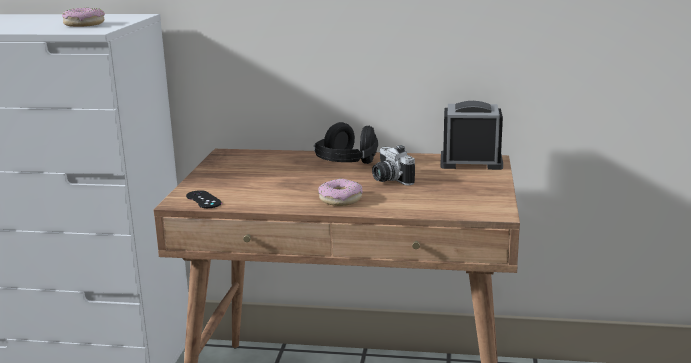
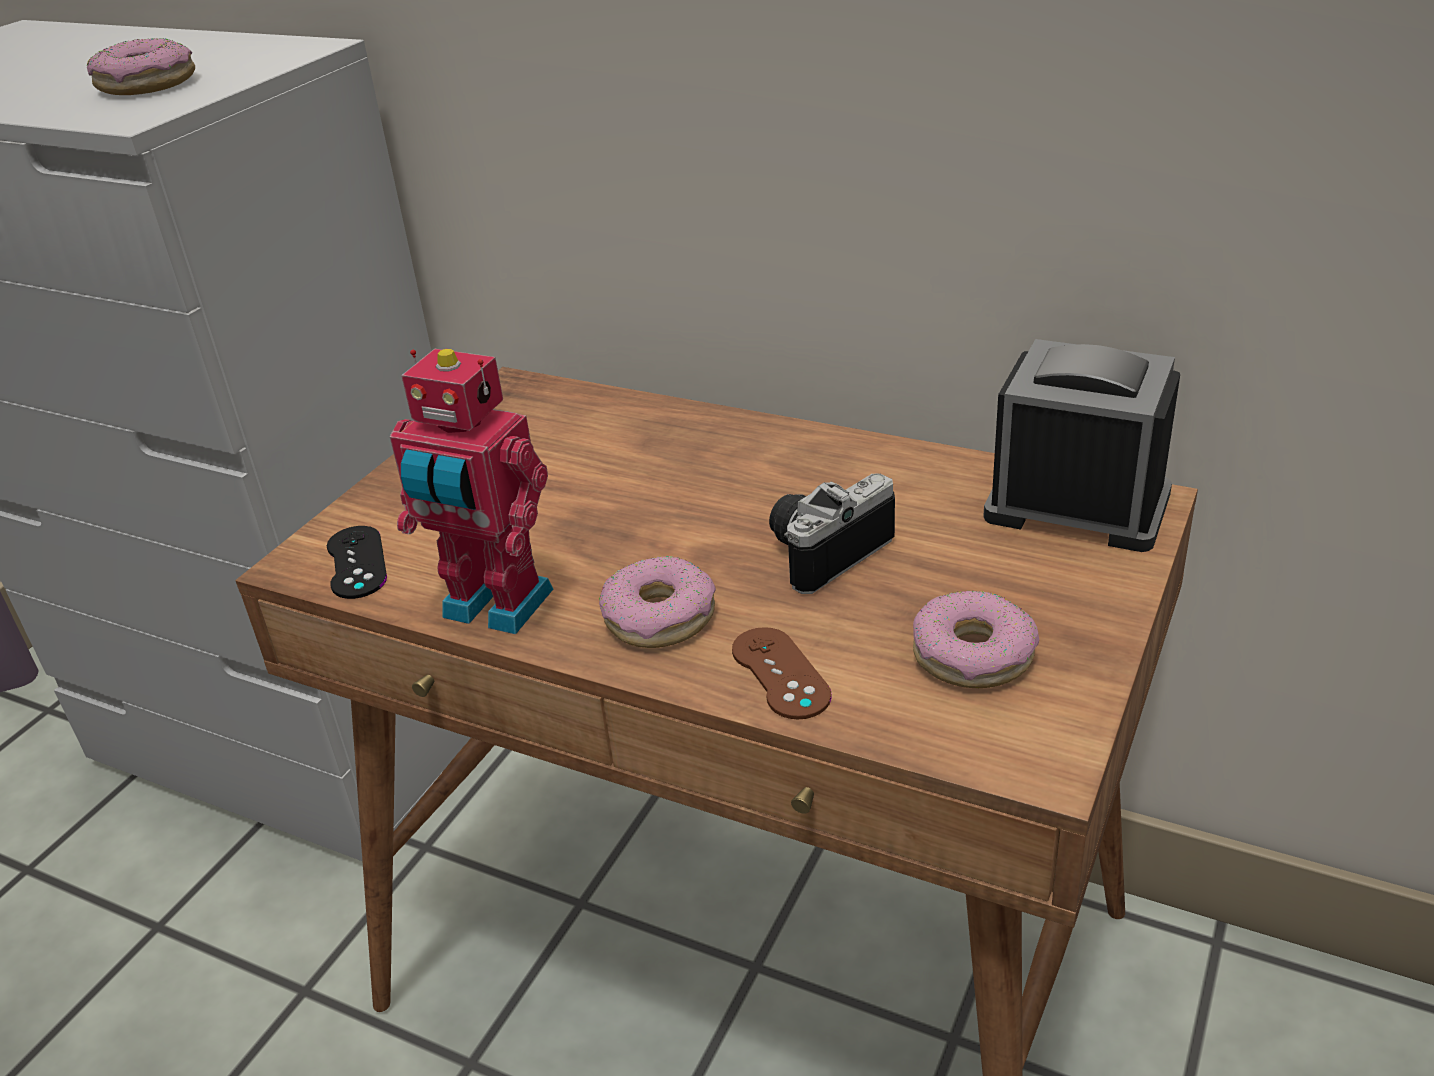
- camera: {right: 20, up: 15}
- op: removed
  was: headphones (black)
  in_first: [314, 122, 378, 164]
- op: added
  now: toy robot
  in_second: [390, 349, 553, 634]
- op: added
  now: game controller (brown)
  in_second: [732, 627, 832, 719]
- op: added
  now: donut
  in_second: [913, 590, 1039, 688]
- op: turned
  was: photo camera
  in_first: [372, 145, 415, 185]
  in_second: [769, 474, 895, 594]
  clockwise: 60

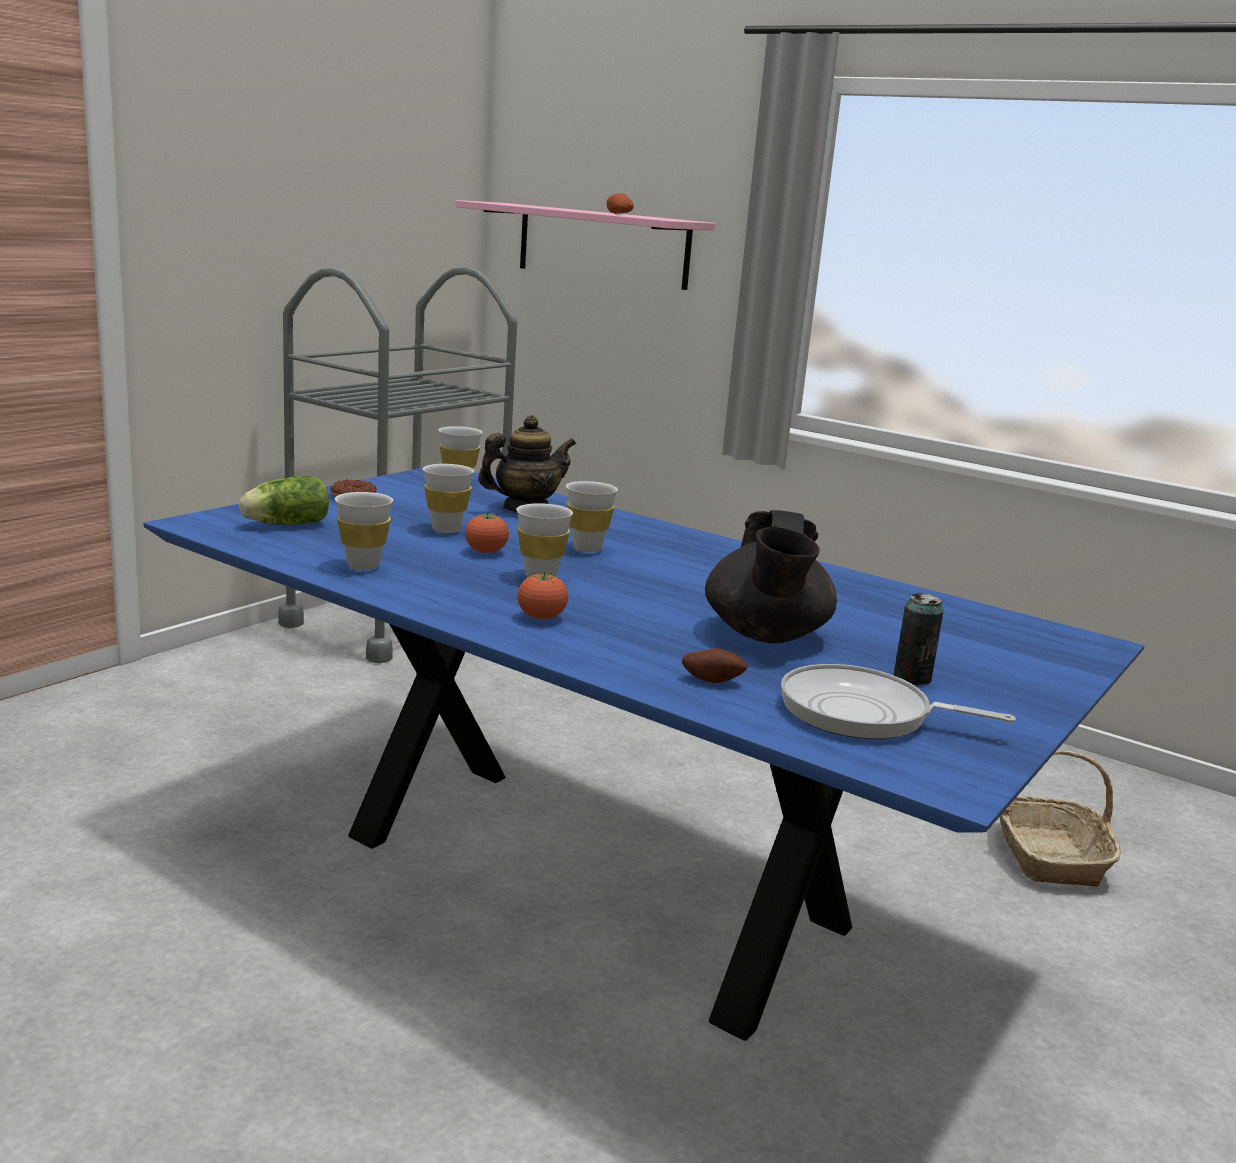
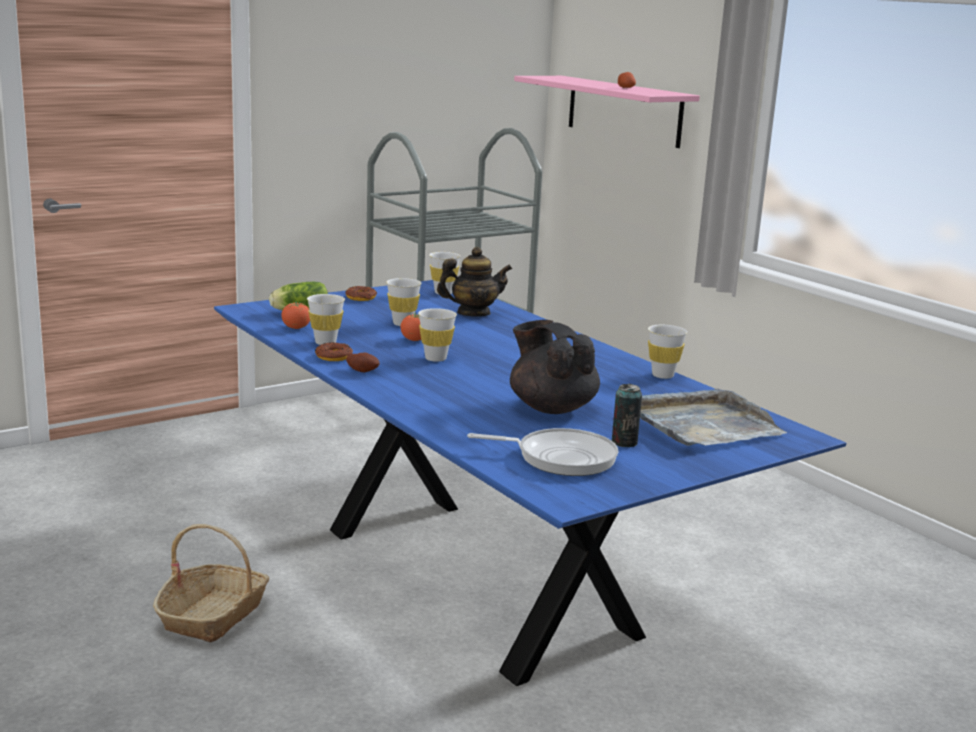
- camera: {right: 20, up: 0}
- op: added
  now: donut
  in_second: [315, 342, 353, 361]
- op: added
  now: tray (grey)
  in_second: [640, 389, 787, 446]
- op: moved
  was: tomato
  in_first: [518, 571, 568, 620]
  in_second: [281, 301, 310, 329]
- op: moved
  was: cup (white)
  in_first: [566, 481, 618, 552]
  in_second: [648, 325, 687, 379]
- op: moved
  was: potato
  in_first: [682, 648, 747, 683]
  in_second: [346, 353, 380, 372]
- op: moved
  was: basket
  in_first: [999, 750, 1121, 887]
  in_second: [153, 524, 269, 642]
- op: turned
  was: teapot (black)
  in_first: [705, 510, 837, 643]
  in_second: [510, 320, 600, 414]
  clockwise: 120
- op: turned
  was: frying pan
  in_first: [781, 664, 1016, 739]
  in_second: [467, 428, 618, 476]
  clockwise: 150

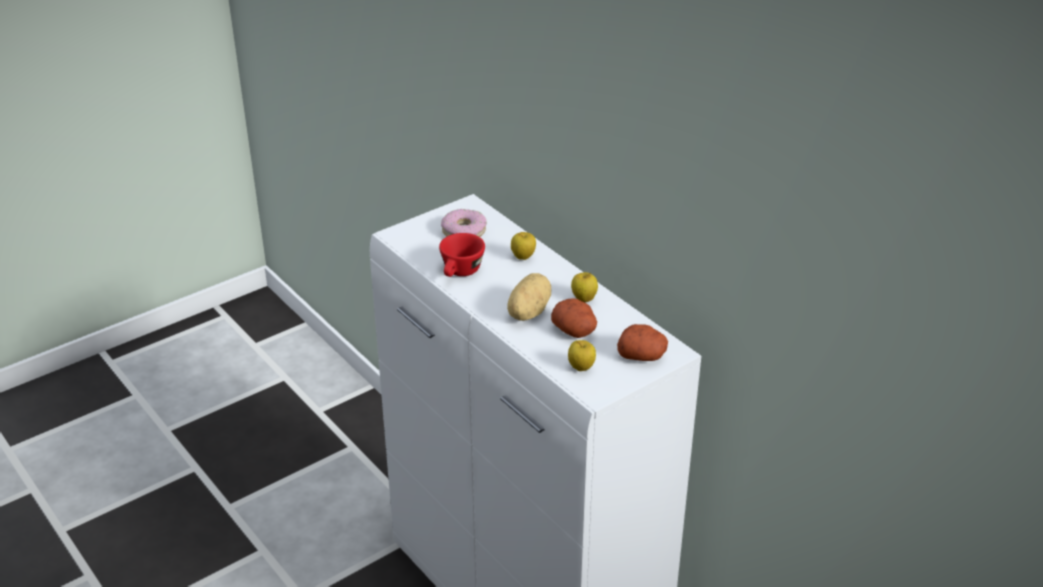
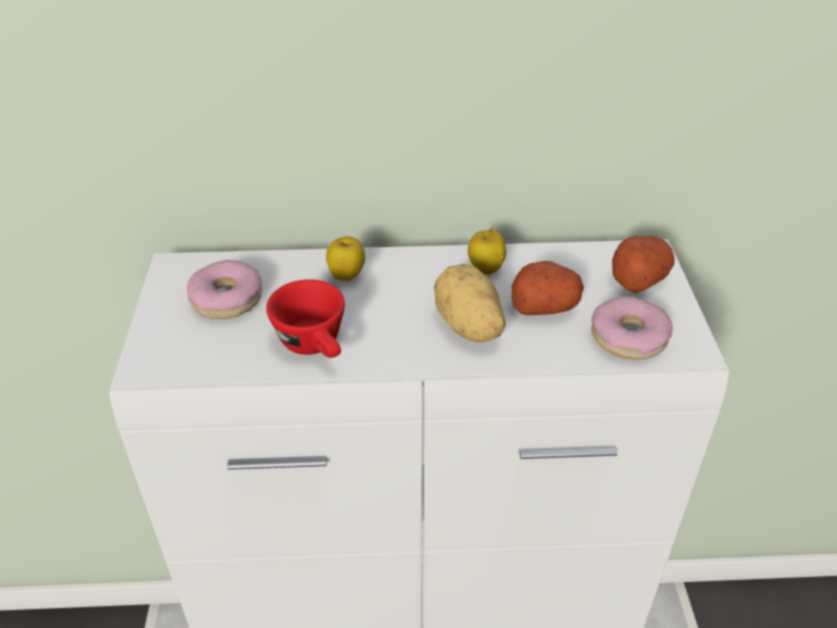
- camera: {right: -55, up: 5}
- op: replaced
  was: apple
  now: donut
  in_first: [568, 340, 596, 371]
  in_second: [591, 296, 673, 360]

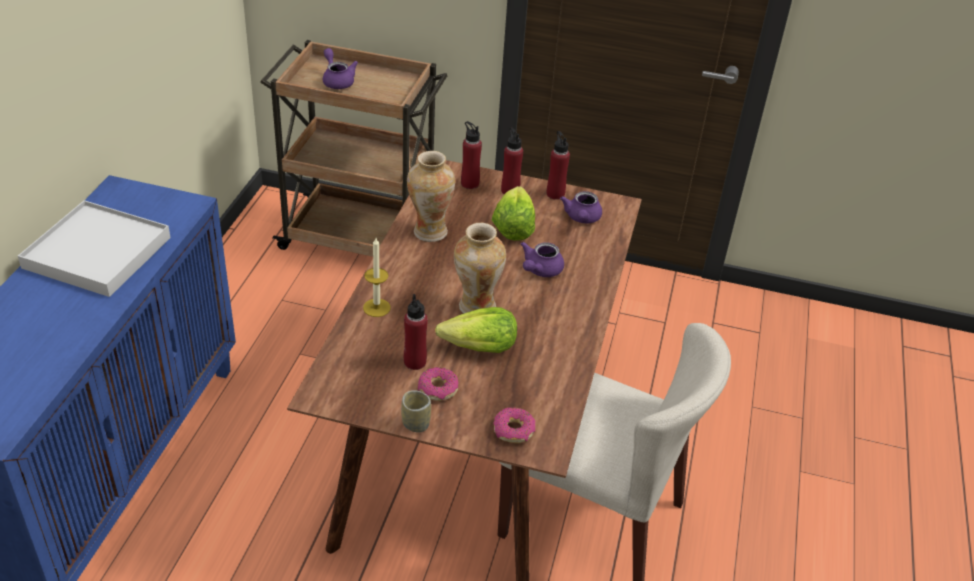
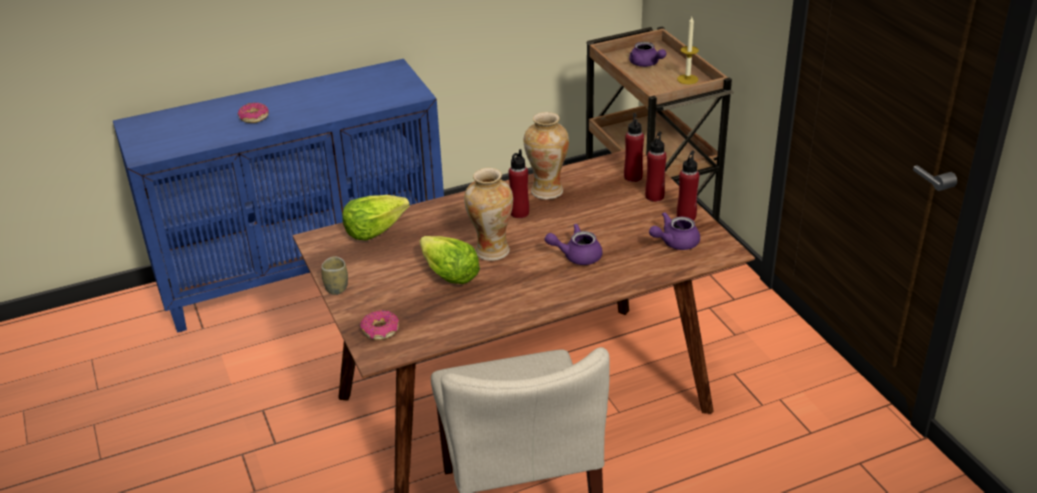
- camera: {right: 55, up: -5}
- op: removed
  was: tray (white)
  in_first: [18, 200, 170, 297]
- op: moved
  was: candle
  in_first: [363, 238, 391, 317]
  in_second: [677, 17, 699, 84]
- op: moved
  was: bottle (red)
  in_first: [404, 294, 428, 370]
  in_second: [509, 149, 529, 218]
- op: moved
  was: donut
  in_first: [418, 367, 458, 401]
  in_second: [238, 103, 269, 123]
- op: moved
  was: lettuce
  in_first: [492, 186, 535, 241]
  in_second: [342, 195, 410, 241]
- op: turned
  was: teapot (purple)
  in_first: [323, 48, 358, 89]
  in_second: [629, 42, 666, 67]
  clockwise: 120

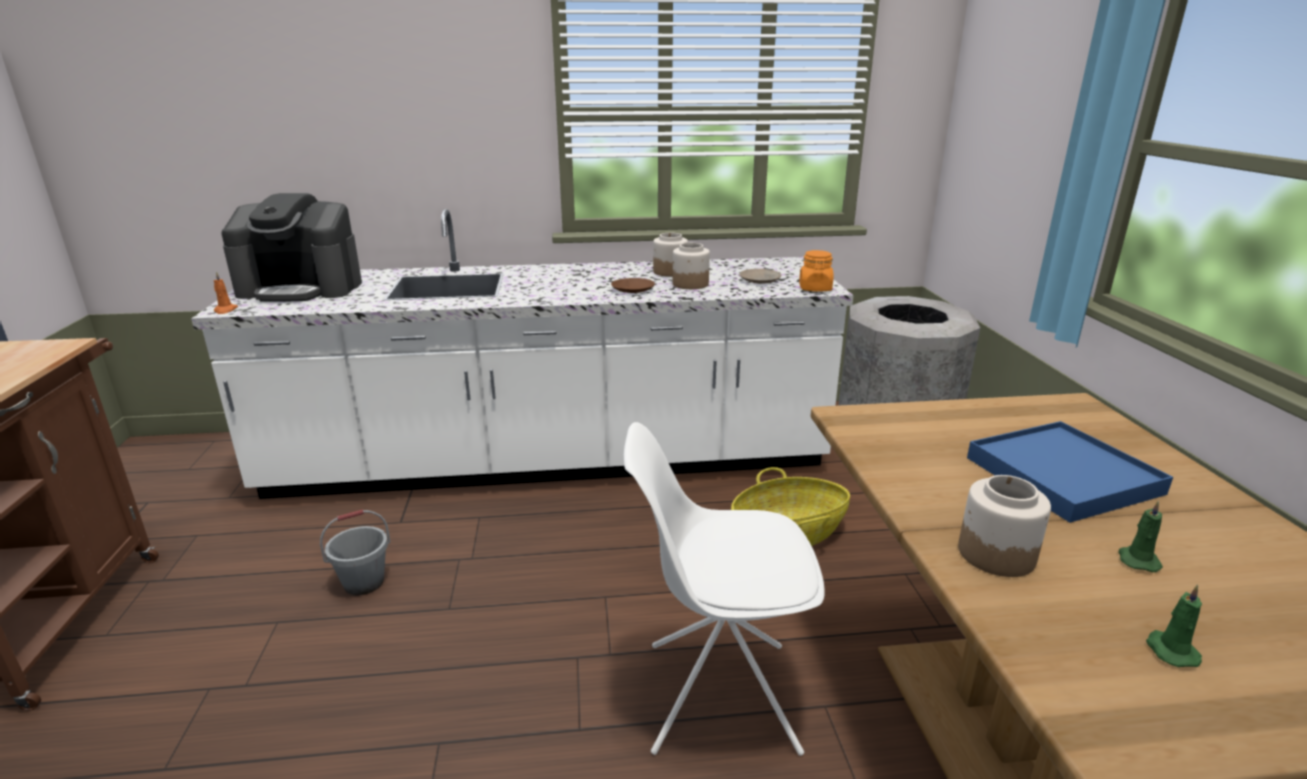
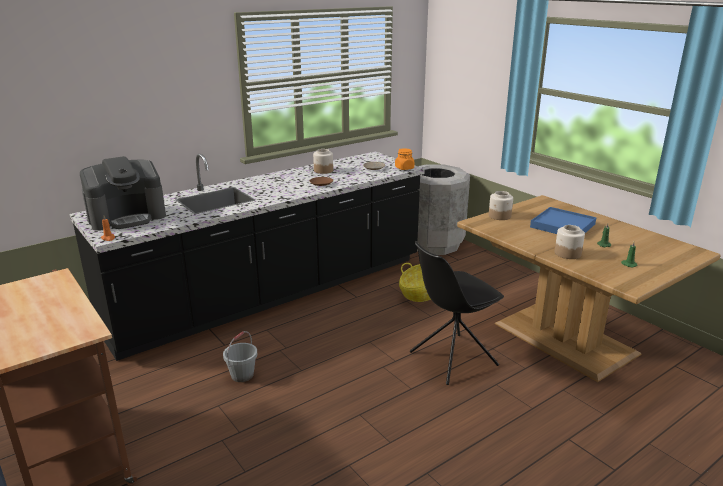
- camera: {right: -30, up: 0}
- op: moved
  was: jar
  in_first: [673, 243, 710, 289]
  in_second: [489, 191, 513, 220]
- op: recoloured
  was: counter (white)
  now: counter (black)
  in_first: [191, 209, 854, 499]
  in_second: [69, 151, 425, 361]
- op: recoloured
  was: chair (white)
  now: chair (black)
  in_first: [624, 422, 825, 756]
  in_second: [410, 241, 504, 385]

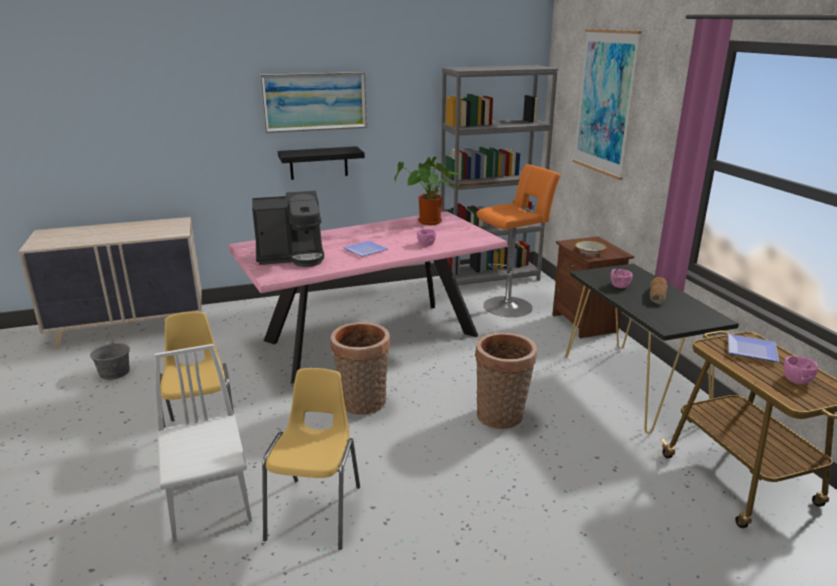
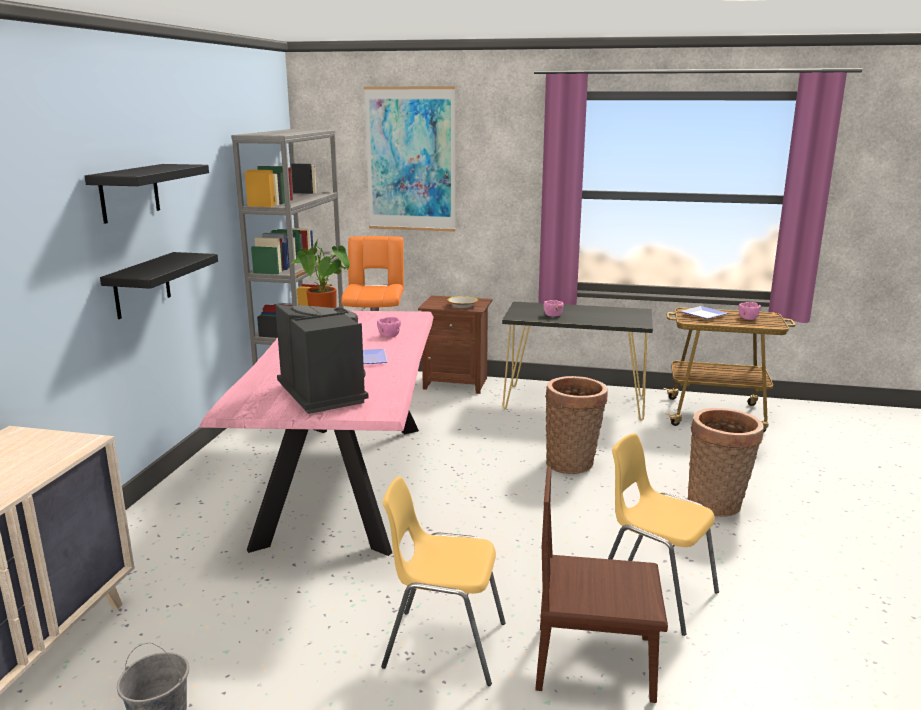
- camera: {right: -60, up: -5}
- op: removed
  was: bread
  in_first: [650, 277, 668, 305]
- op: moved
  was: basket
  in_first: [331, 322, 390, 415]
  in_second: [687, 408, 764, 517]
- op: replaced
  was: picture
  now: shelf (black)
  in_first: [260, 72, 367, 133]
  in_second: [85, 164, 209, 224]
- op: recoloured
  was: chair (white)
  now: chair (brown)
  in_first: [154, 344, 252, 542]
  in_second: [536, 467, 668, 703]
- op: turned
  was: coffee machine
  in_first: [252, 191, 324, 267]
  in_second: [276, 305, 368, 414]
  clockwise: -45

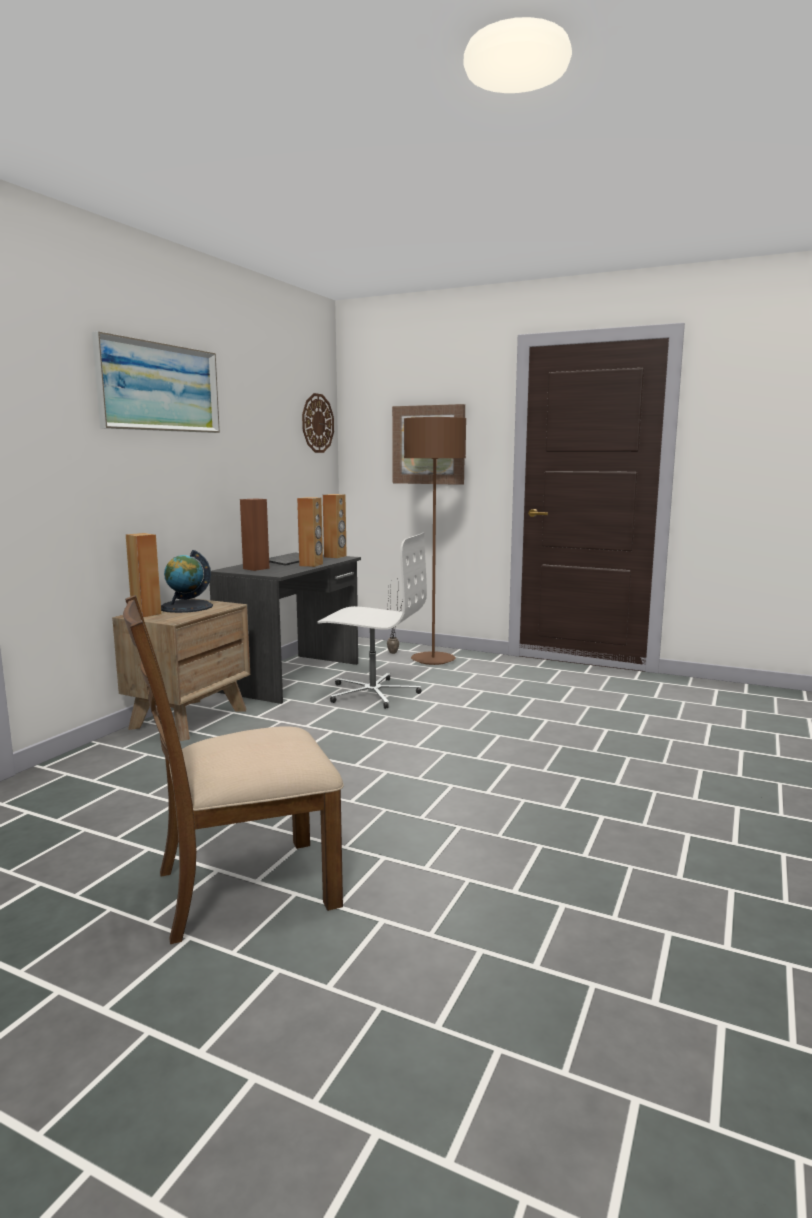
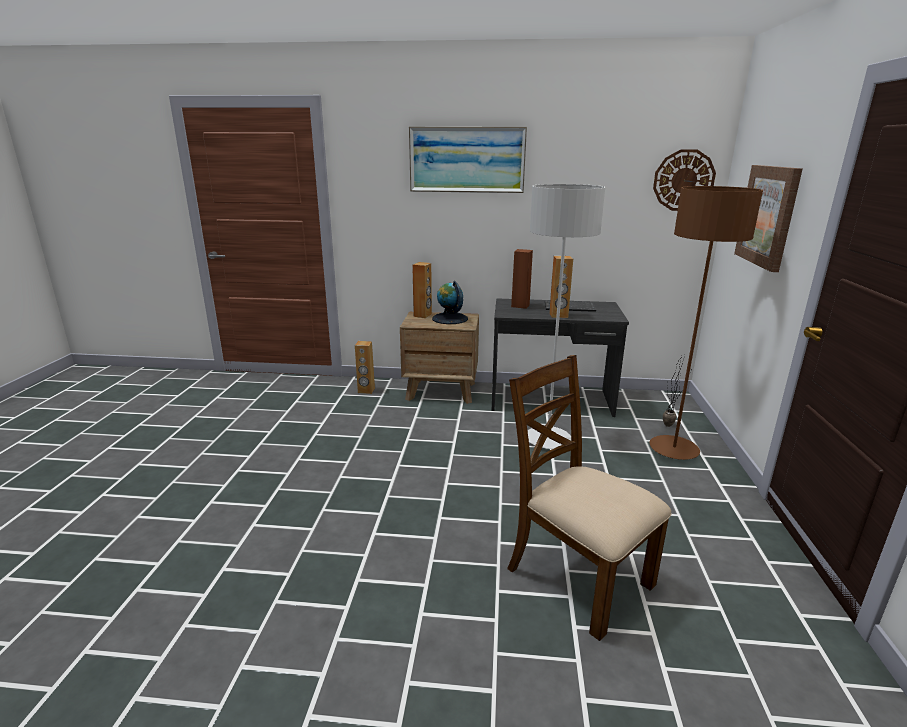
- camera: {right: 70, up: 10}
- op: moved
  was: chair (brown)
  in_first: [123, 595, 344, 944]
  in_second: [507, 355, 672, 641]
- op: moved
  was: speaker (brown)
  in_first: [323, 494, 347, 558]
  in_second: [355, 341, 375, 394]
- op: replaced
  was: office chair (white)
  now: floor lamp (grey)
  in_first: [317, 533, 427, 709]
  in_second: [528, 184, 605, 449]

